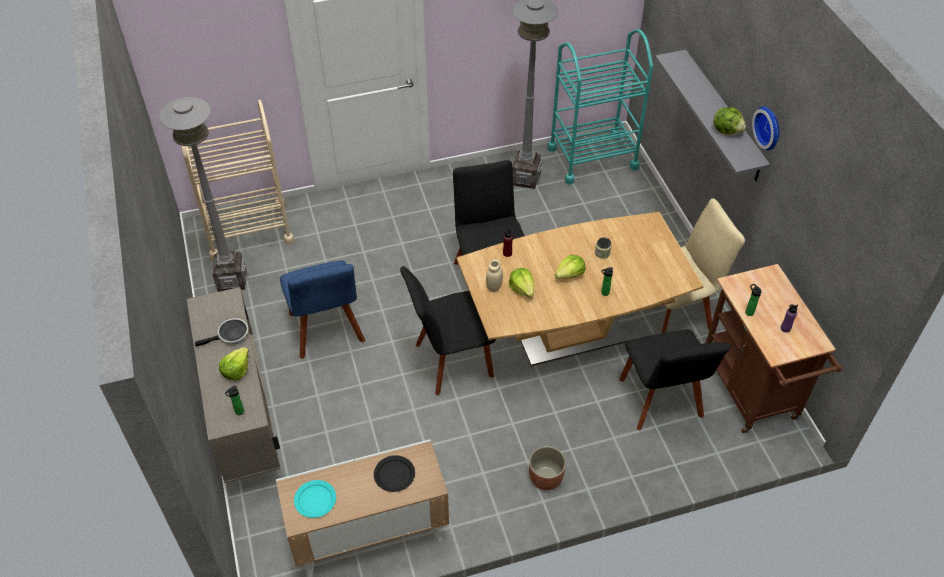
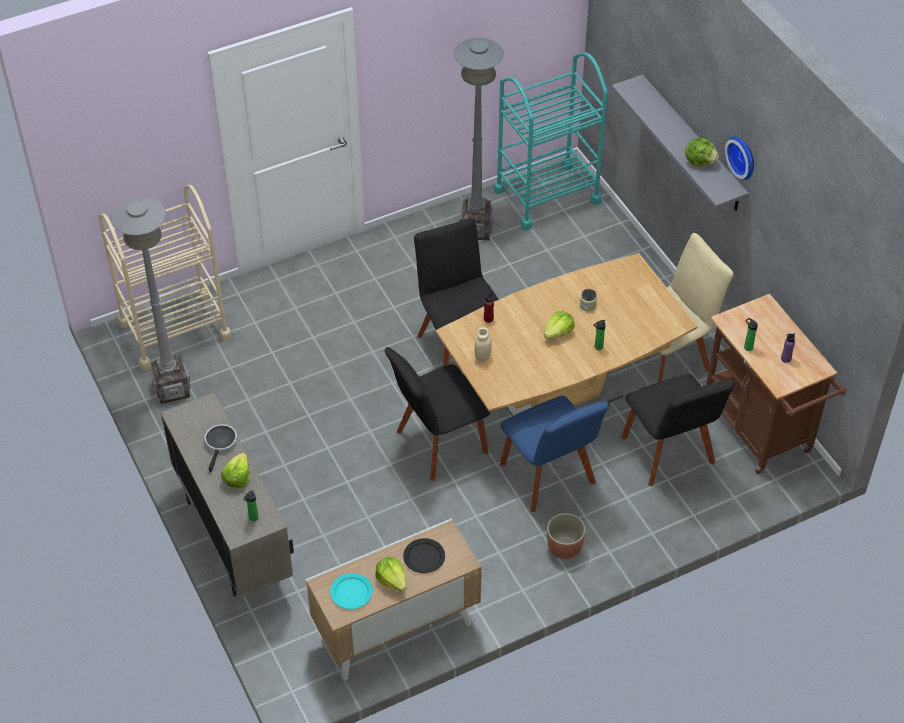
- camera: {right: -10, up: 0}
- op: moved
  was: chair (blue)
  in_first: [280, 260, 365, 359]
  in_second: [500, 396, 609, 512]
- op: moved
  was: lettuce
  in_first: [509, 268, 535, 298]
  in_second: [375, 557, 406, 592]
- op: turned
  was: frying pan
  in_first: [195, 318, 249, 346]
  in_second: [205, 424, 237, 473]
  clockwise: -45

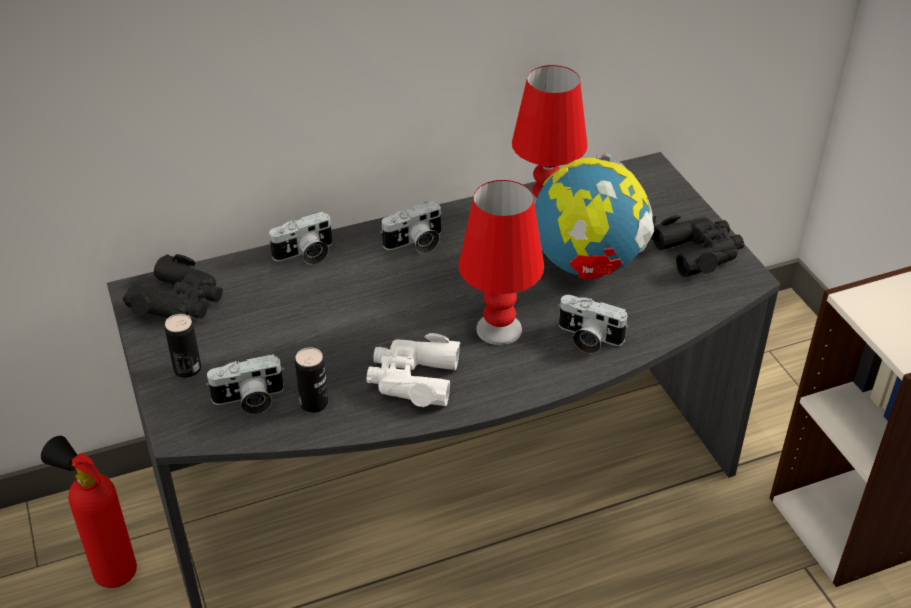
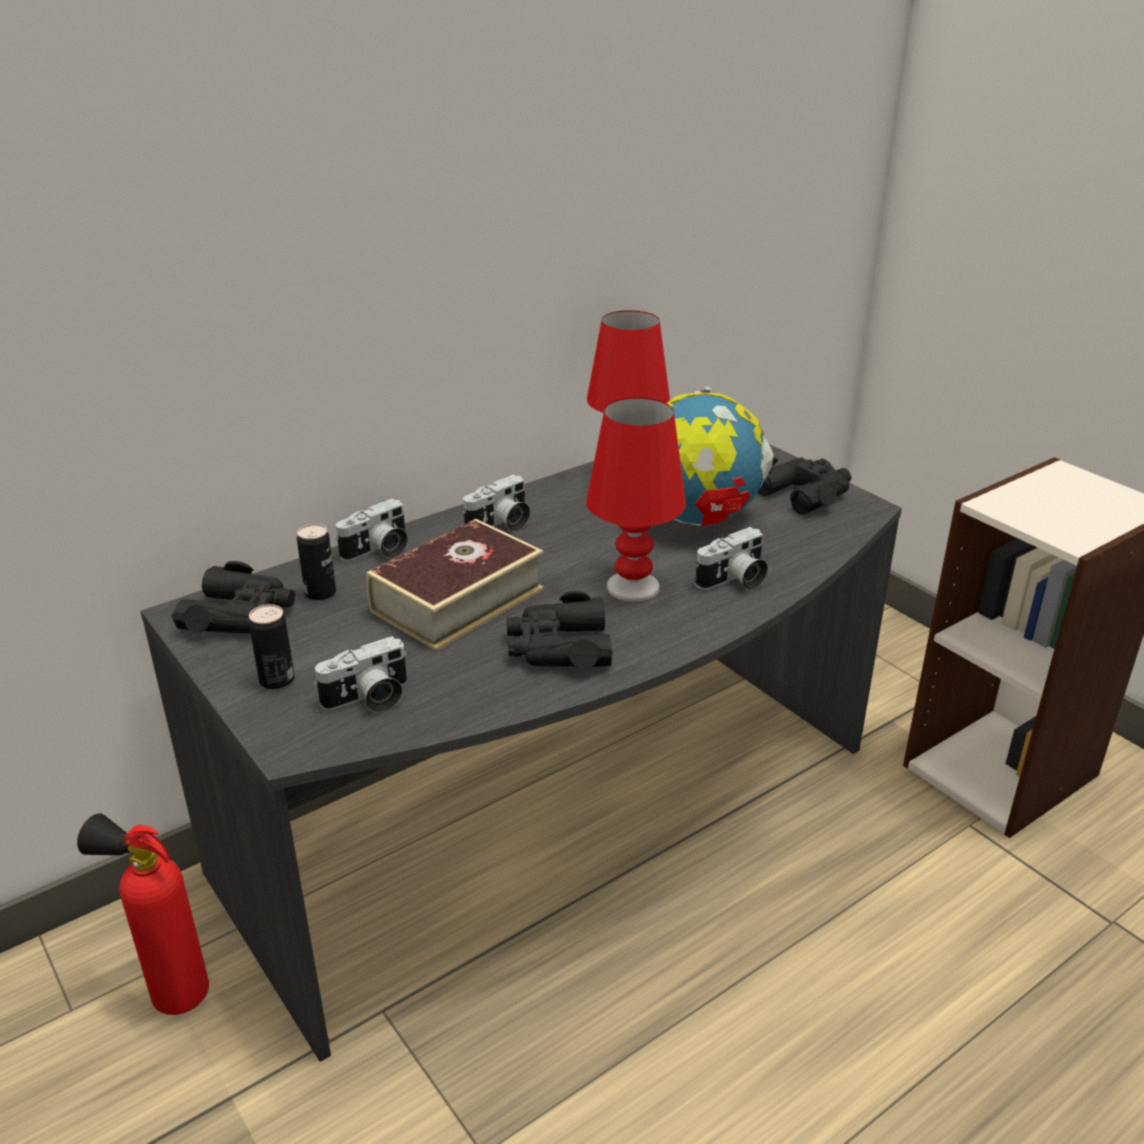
- camera: {right: -15, up: -10}
- op: added
  now: book
  in_second: [366, 519, 544, 651]
- op: moved
  was: can
  in_first: [295, 347, 328, 413]
  in_second: [297, 524, 336, 601]
- op: recoloured
  was: binoculars (white)
  now: binoculars (black)
  in_first: [366, 333, 460, 407]
  in_second: [507, 591, 613, 669]
- op: turned
  was: photo camera
  in_first: [558, 295, 629, 354]
  in_second: [695, 527, 768, 590]
  clockwise: -45

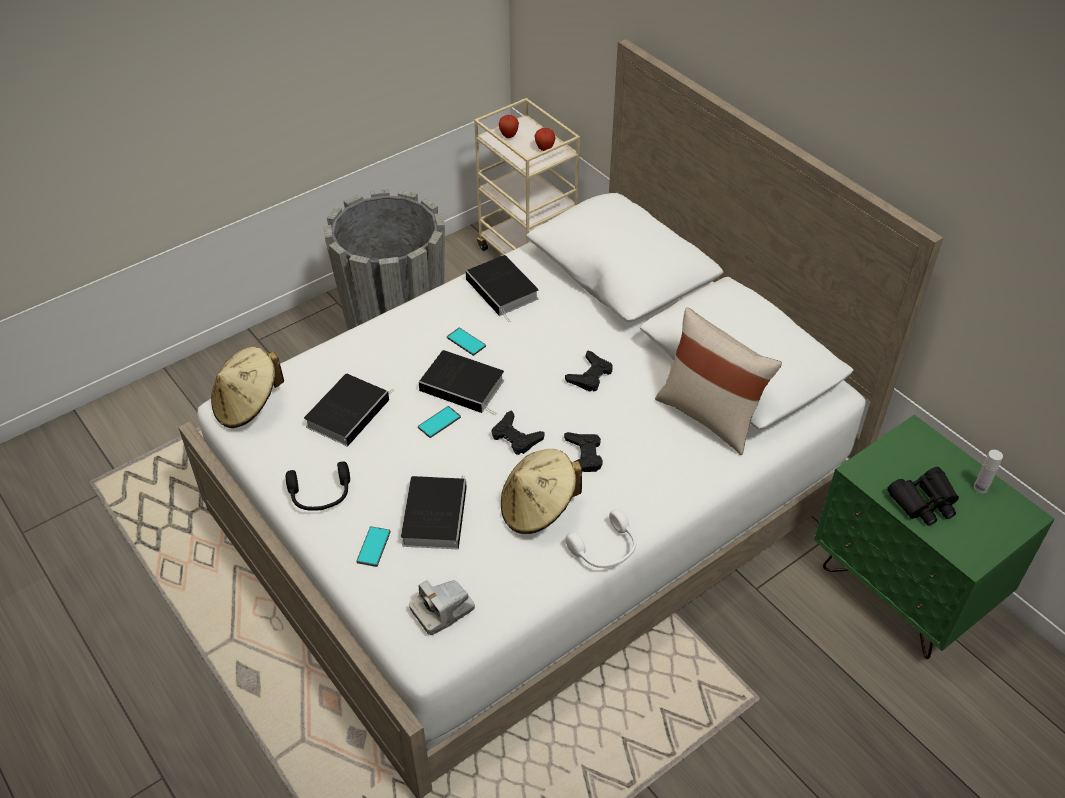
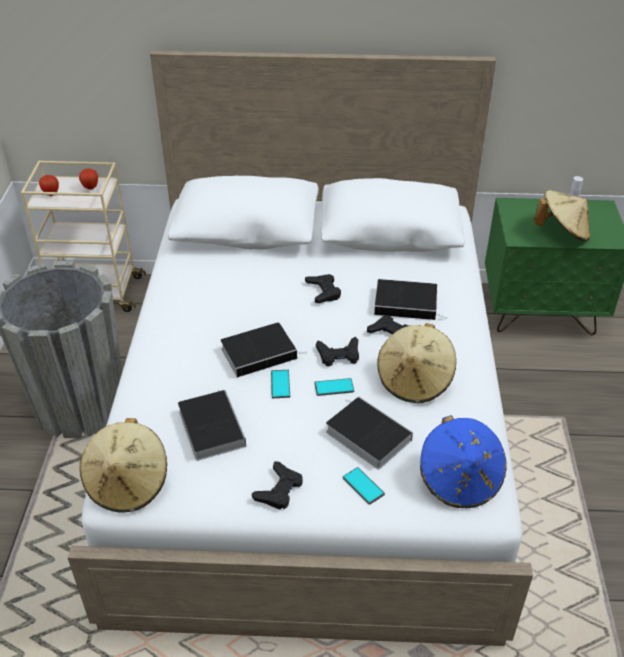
- camera: {right: -50, up: -5}
- op: removed
  was: headphones (white)
  in_first: [566, 509, 636, 568]
- op: removed
  was: pillow (beige)
  in_first: [655, 307, 782, 455]
- op: moved
  was: phone
  in_first: [447, 328, 486, 356]
  in_second: [314, 378, 354, 396]
- op: moved
  was: book
  in_first: [466, 255, 539, 322]
  in_second: [374, 279, 447, 320]
- op: replaced
  was: headphones (black)
  now: game controller (black)
  in_first: [286, 461, 350, 511]
  in_second: [252, 461, 303, 510]
- op: replaced
  was: photo camera
  now: hat (blue)
  in_first: [409, 580, 475, 635]
  in_second: [420, 416, 507, 508]
- op: replaced
  was: binoculars (black)
  now: hat (beige)
  in_first: [887, 467, 959, 526]
  in_second: [534, 190, 590, 241]

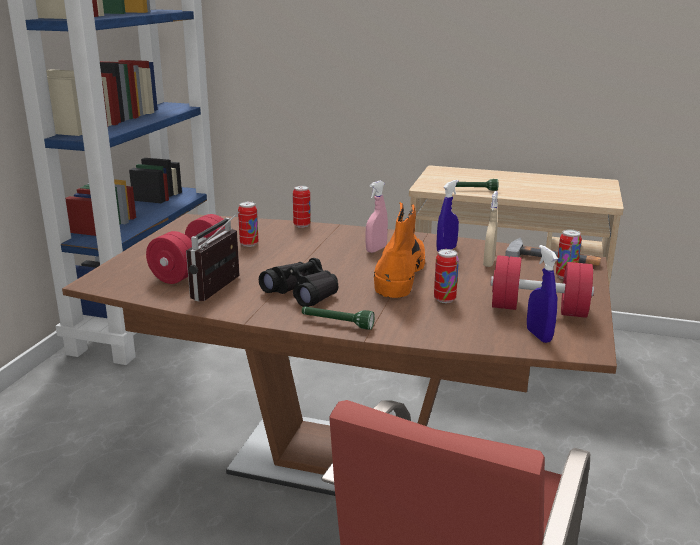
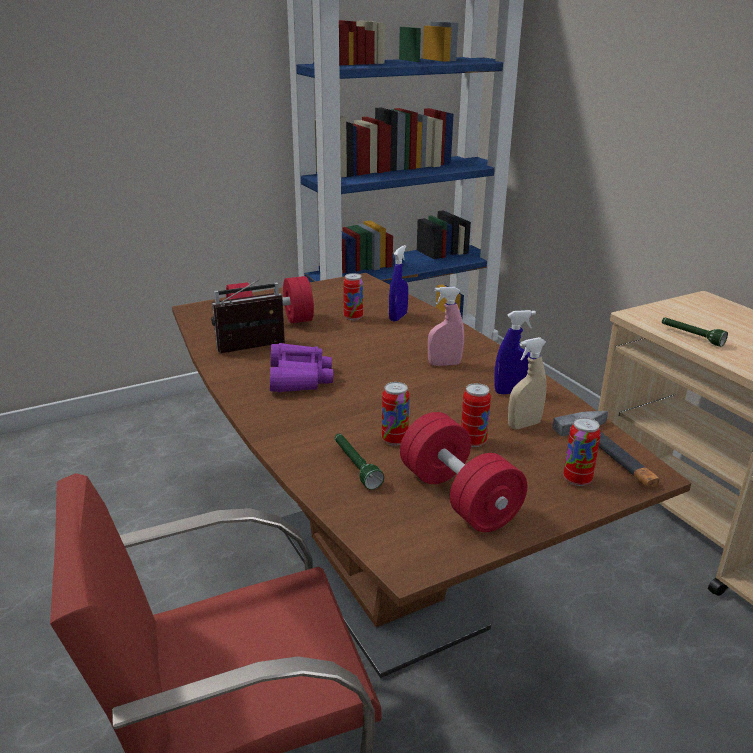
- camera: {right: 45, up: 5}
- op: removed
  was: boot (orange)
  in_first: [374, 202, 425, 298]
- op: moved
  was: can
  in_first: [293, 185, 311, 228]
  in_second: [461, 383, 491, 447]
- op: moved
  was: flashlight (green)
  in_first: [302, 306, 375, 330]
  in_second: [335, 434, 384, 490]
- op: moved
  was: spray bottle (blue)
  in_first: [527, 245, 558, 343]
  in_second: [389, 245, 408, 322]
- op: recoloured
  was: binoculars (black)
  now: binoculars (purple)
  in_first: [259, 258, 339, 307]
  in_second: [270, 343, 333, 392]

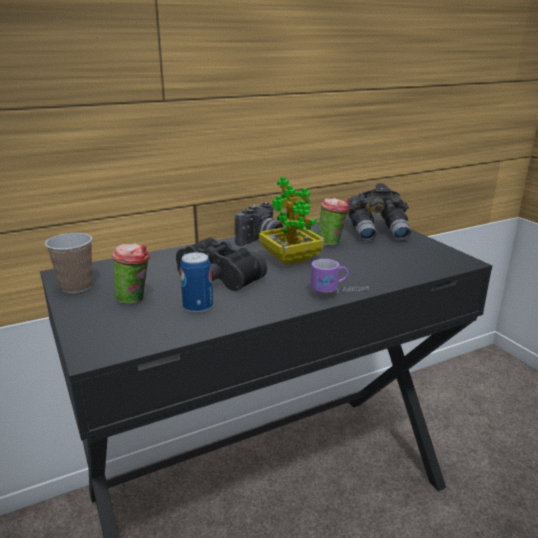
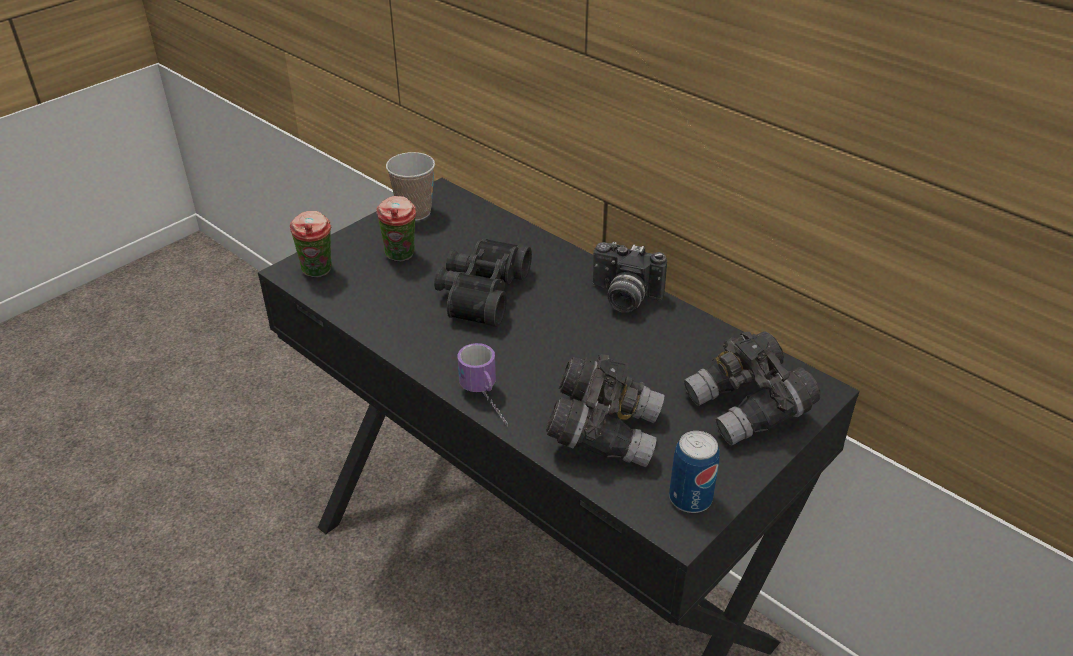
- camera: {right: 70, up: 15}
- op: removed
  was: potted plant
  in_first: [259, 177, 325, 265]
- op: added
  now: binoculars (grey)
  in_second: [546, 354, 664, 467]
- op: moved
  was: can
  in_first: [180, 252, 213, 313]
  in_second: [669, 431, 720, 513]
- op: moved
  was: cup
  in_first: [318, 198, 350, 245]
  in_second: [290, 211, 332, 278]

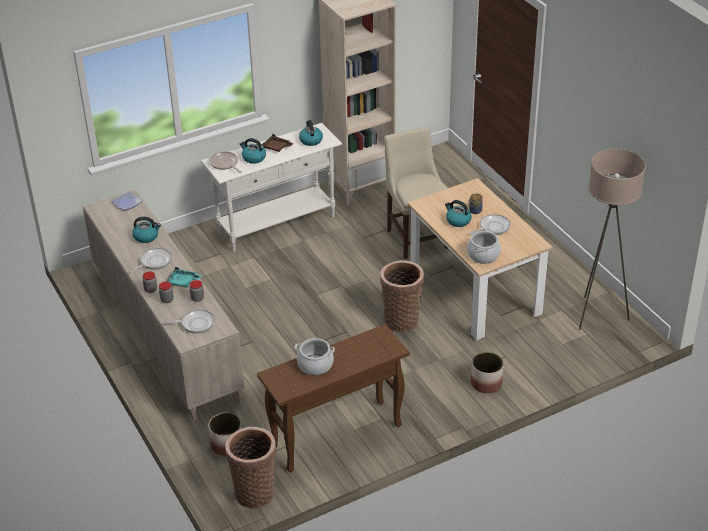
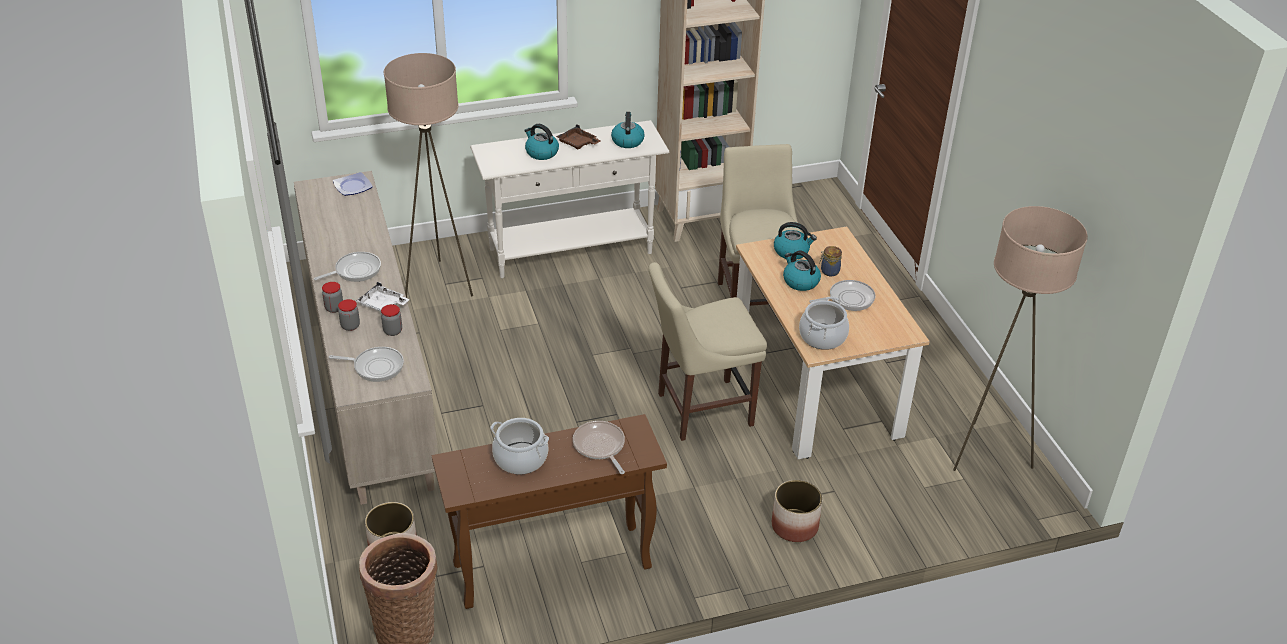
- camera: {right: 10, up: 0}
- op: added
  now: floor lamp (beige)
  in_second: [384, 53, 473, 298]
- op: moved
  was: kettle
  in_first: [132, 217, 161, 243]
  in_second: [774, 222, 817, 260]
- op: moved
  was: frying pan
  in_first: [209, 151, 242, 173]
  in_second: [573, 421, 625, 474]
- op: replaced
  was: basket
  now: chair (beige)
  in_first: [380, 260, 424, 332]
  in_second: [648, 262, 767, 441]
- op: recoloured
  was: tray (turquoise)
  now: tray (white)
  in_first: [166, 267, 202, 288]
  in_second: [356, 282, 410, 312]

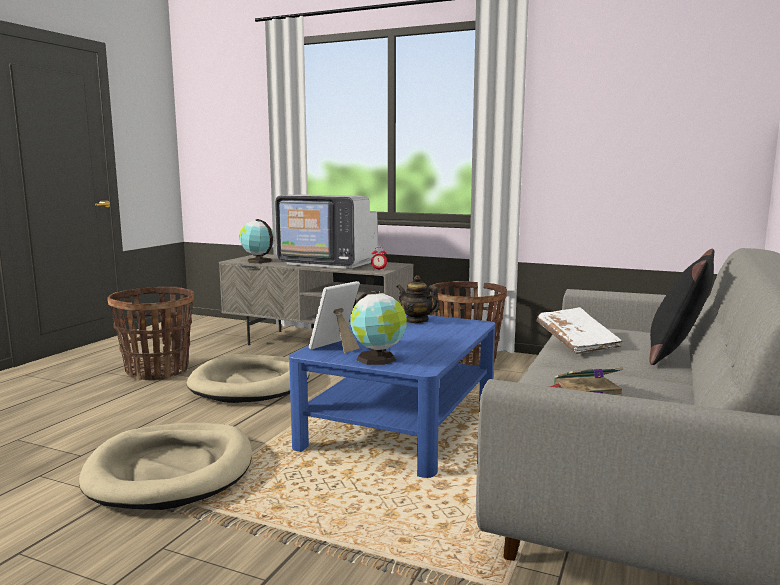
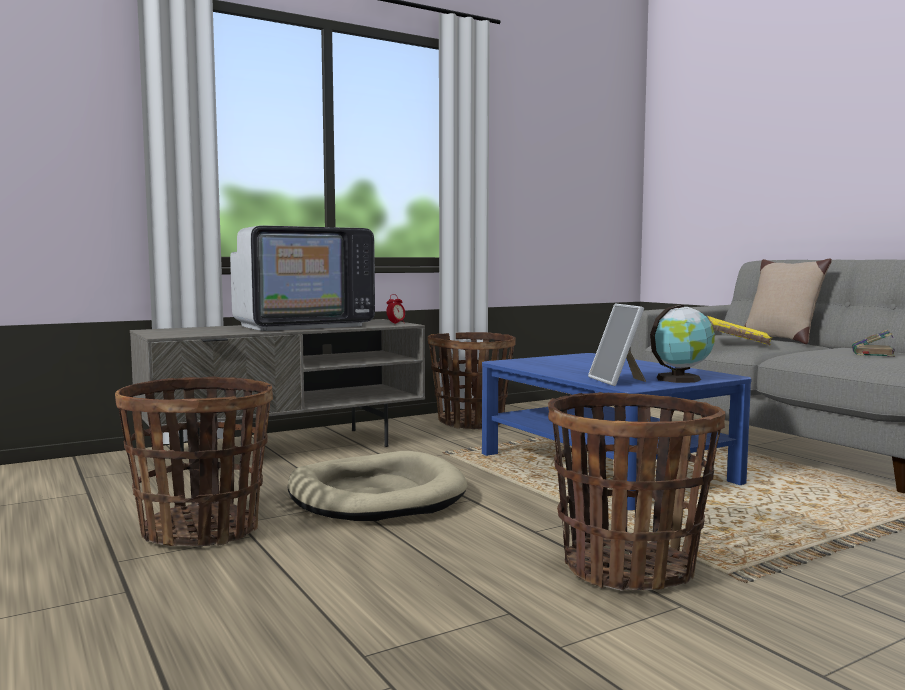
- camera: {right: -55, up: -5}
- op: removed
  was: globe
  in_first: [240, 219, 274, 263]
- op: removed
  was: teapot
  in_first: [397, 275, 440, 324]
- op: replaced
  was: dog bed (beige)
  now: basket
  in_first: [79, 423, 252, 510]
  in_second: [548, 392, 726, 591]
- op: recoloured
  was: book (white)
  now: book (yellow)
  in_first: [537, 307, 622, 354]
  in_second: [707, 316, 772, 345]
- op: recoloured
  was: pillow (black)
  now: pillow (beige)
  in_first: [649, 249, 714, 365]
  in_second: [744, 258, 832, 344]

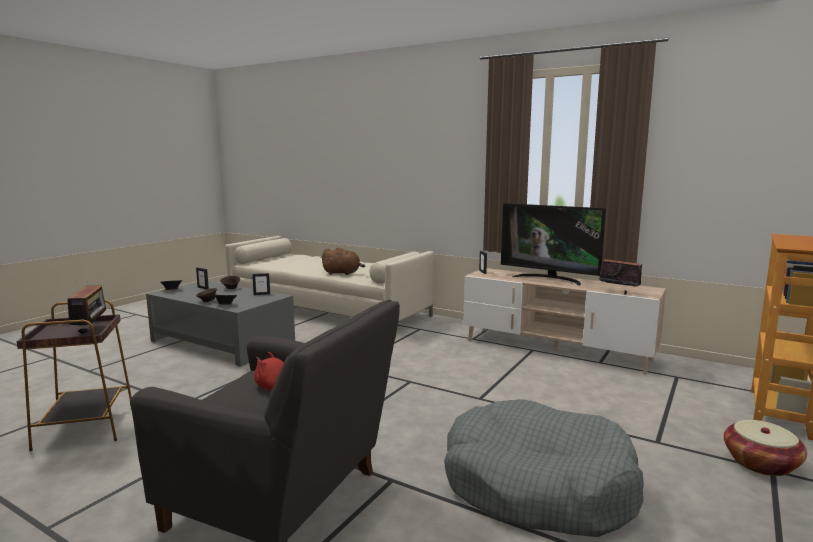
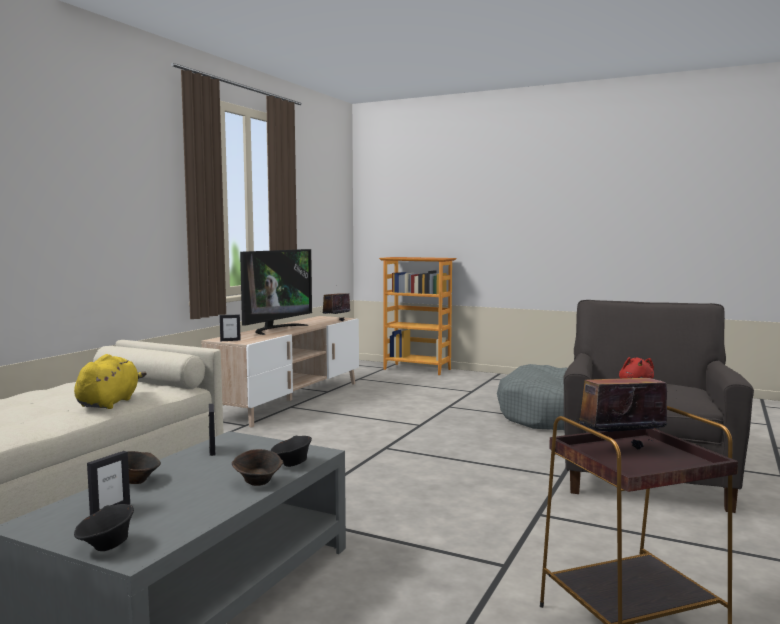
- camera: {right: -95, up: -5}
- op: removed
  was: basket
  in_first: [724, 420, 807, 476]
- op: recoloured
  was: plush toy (brown)
  now: plush toy (yellow)
  in_first: [321, 247, 365, 275]
  in_second: [74, 354, 147, 409]

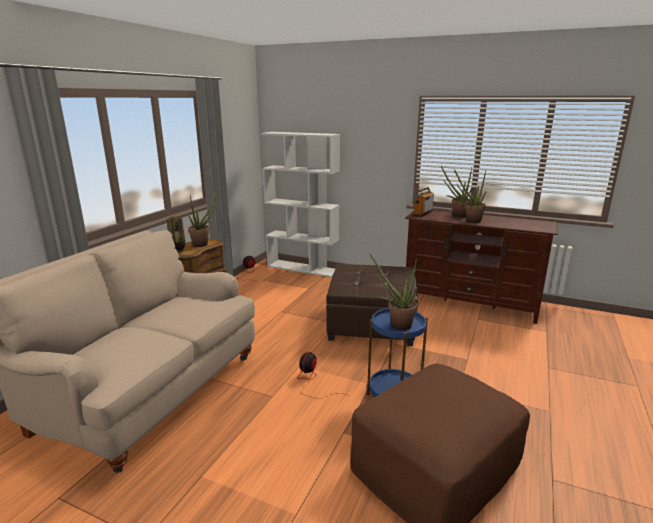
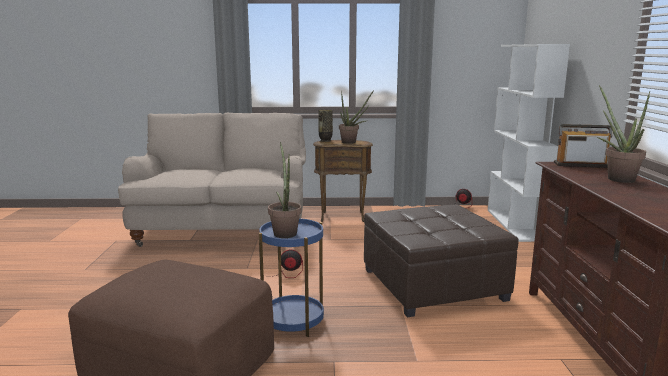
- camera: {right: 65, up: -5}
- op: removed
  was: potted plant
  in_first: [454, 169, 487, 223]

